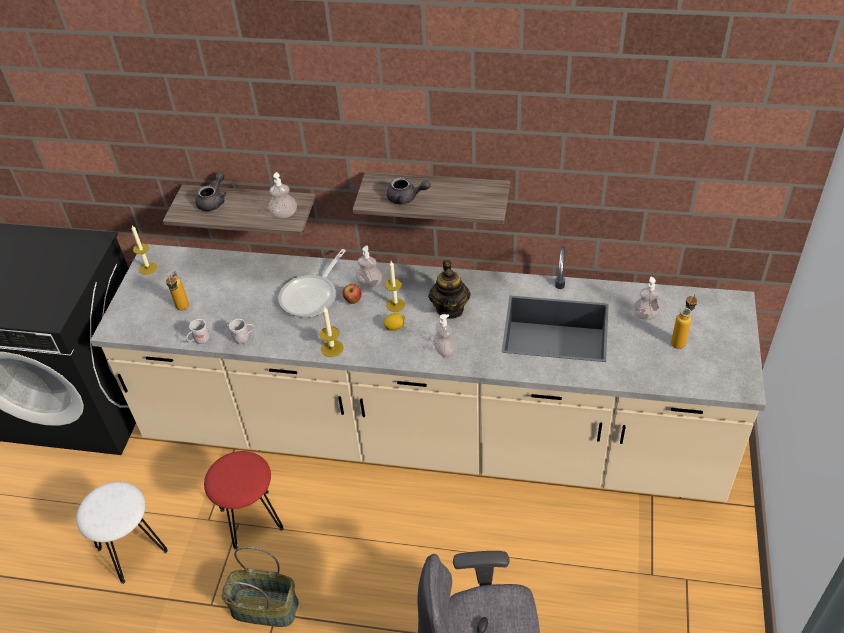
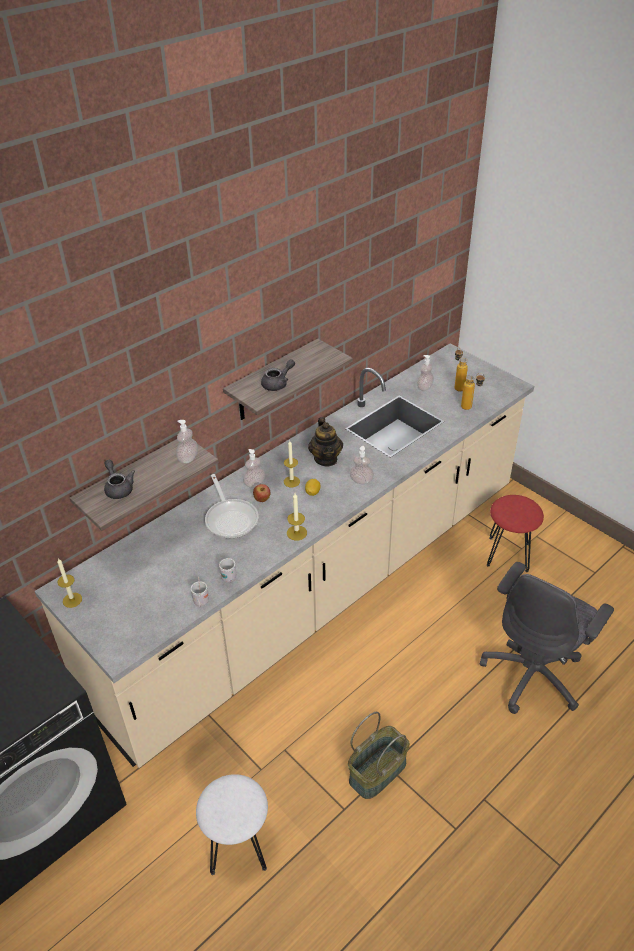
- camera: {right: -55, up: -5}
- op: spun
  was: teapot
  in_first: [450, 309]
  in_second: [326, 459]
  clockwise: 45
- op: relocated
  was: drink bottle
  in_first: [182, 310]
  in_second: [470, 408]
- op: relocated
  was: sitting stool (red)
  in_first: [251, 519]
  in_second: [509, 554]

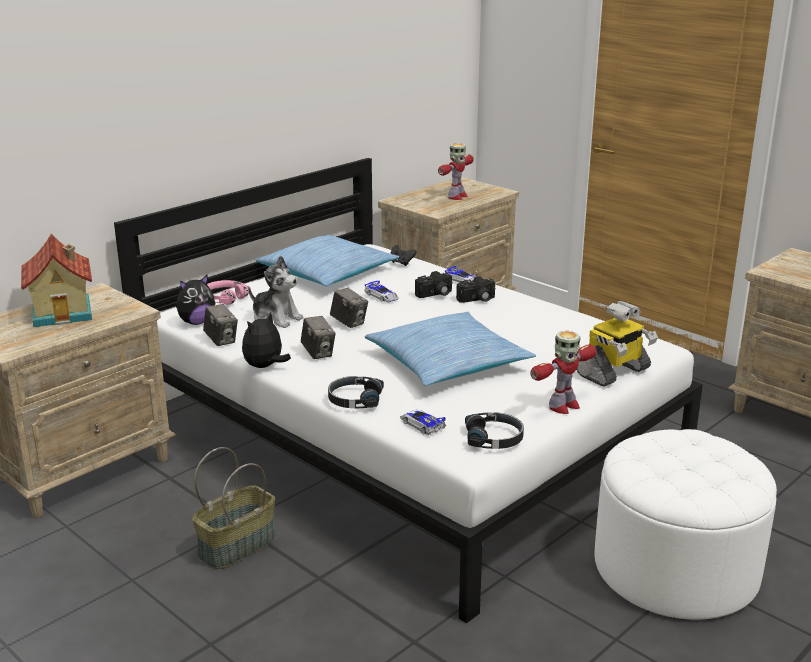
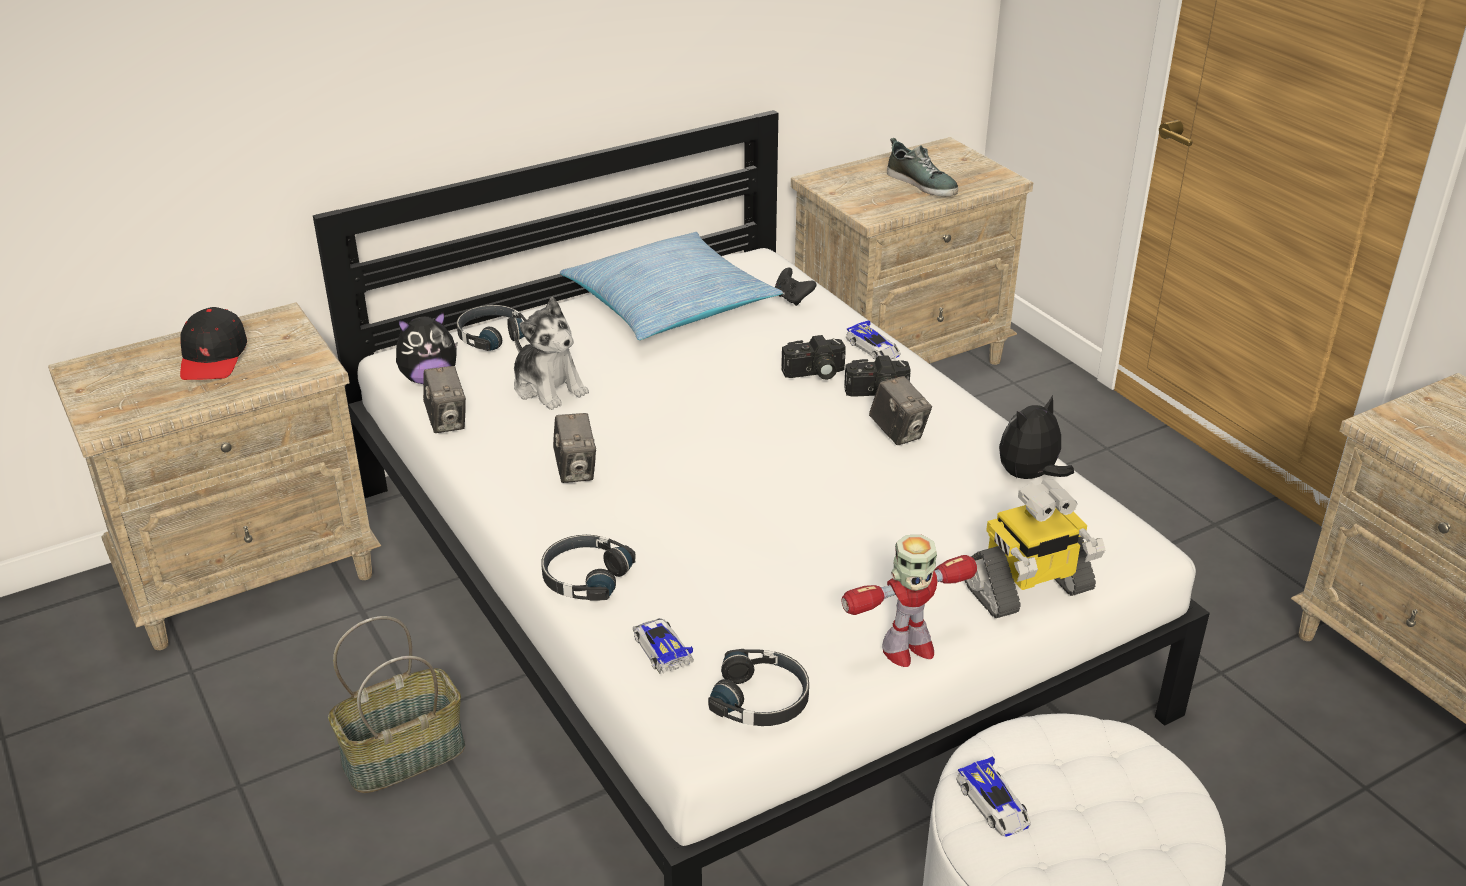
- camera: {right: 15, up: 10}
- op: exchanged
  was: toy robot
  now: shoe
  in_first: [457, 197]
  in_second: [922, 183]
- op: exchanged
  was: toy house
  now: cap (black-coloured)
  in_first: [64, 312]
  in_second: [213, 357]
- op: colour
  was: headset (pink-coloured)
  now: headset (black-coloured)
  in_first: [224, 298]
  in_second: [491, 336]
- op: relocated
  was: miniature car
  in_first: [382, 296]
  in_second: [994, 804]
- op: relocated
  was: photo camera
  in_first: [349, 323]
  in_second: [898, 433]
- op: relocated
  was: plush toy
  in_first: [265, 367]
  in_second: [1029, 476]
- op: missing
  was: cushion
  in_first: [447, 363]

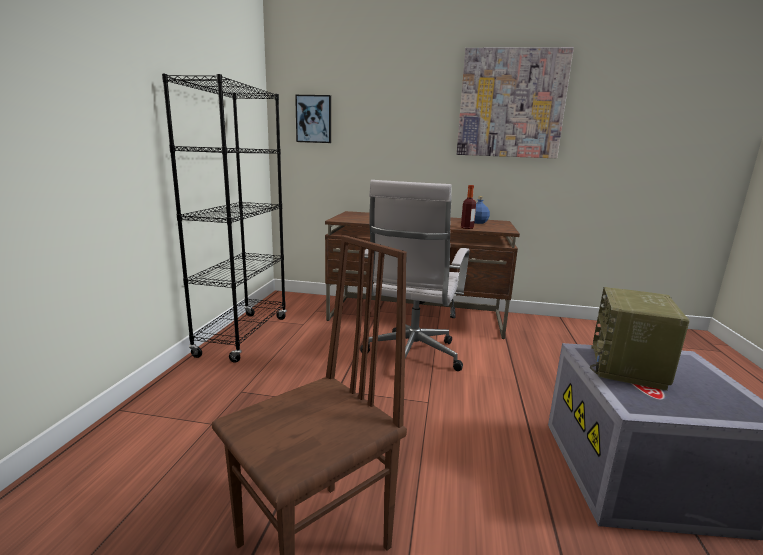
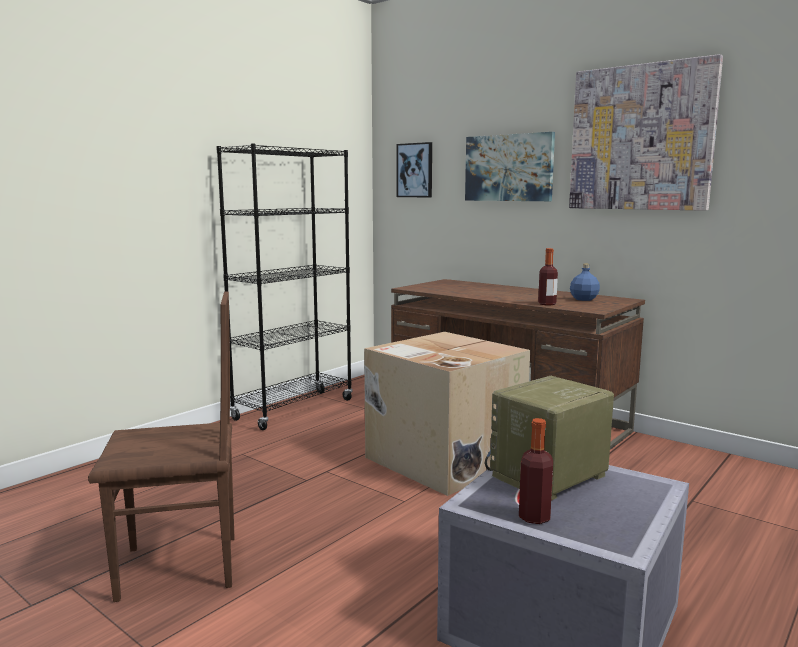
- camera: {right: 30, up: -5}
- op: exchanged
  was: office chair (white-coloured)
  now: carton
  in_first: [411, 357]
  in_second: [442, 459]
- op: appeared
  now: picture
  in_second: [509, 168]
- op: appeared
  now: drink bottle
  in_second: [534, 517]

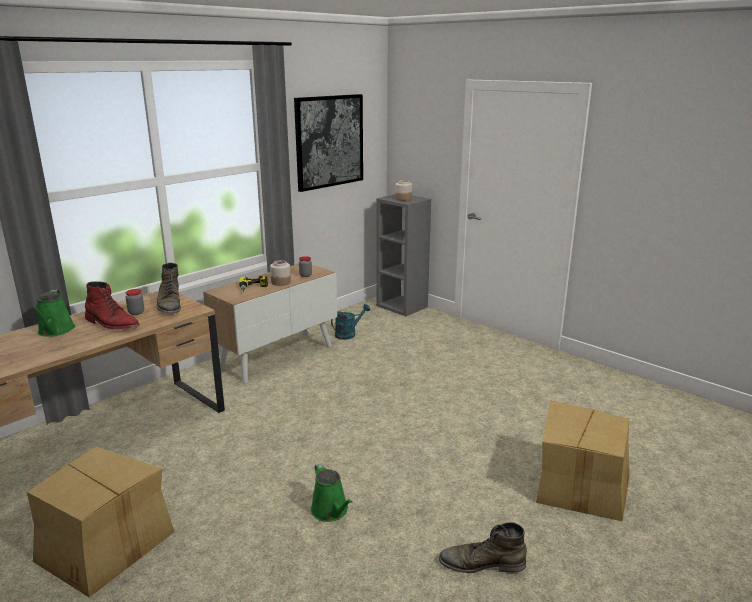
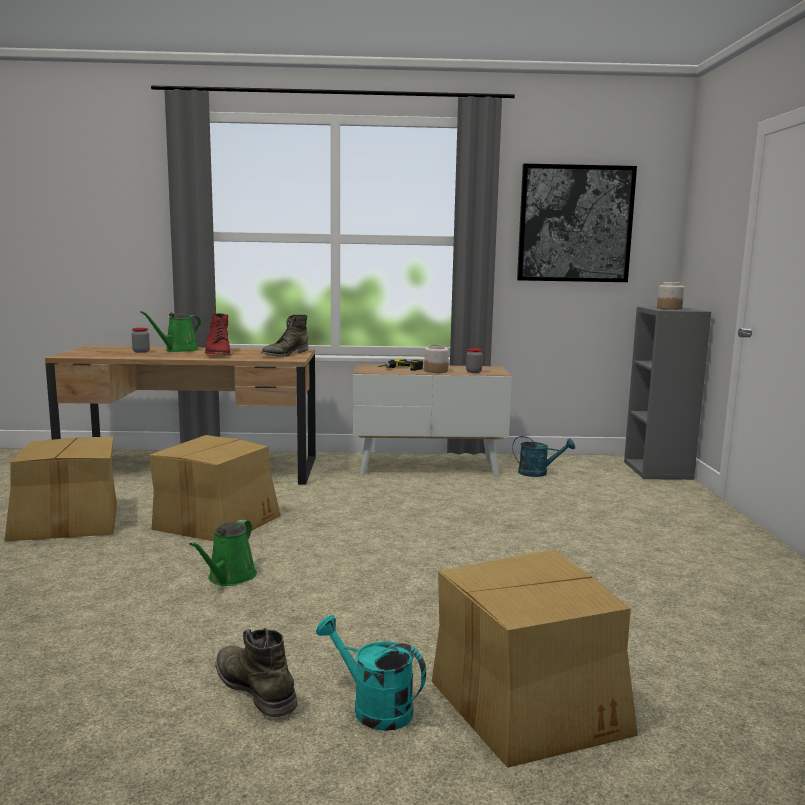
- camera: {right: 45, up: -10}
- op: relocated
  was: preserve jar
  in_first: [136, 312]
  in_second: [141, 352]
- op: appeared
  now: carton
  in_second: [217, 521]
- op: appeared
  now: sprinkling can (turquoise)
  in_second: [373, 707]

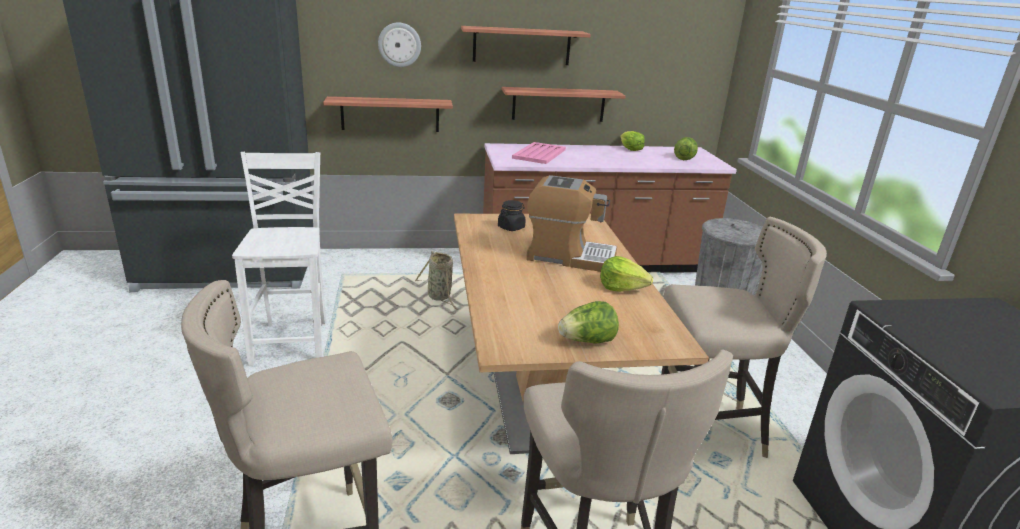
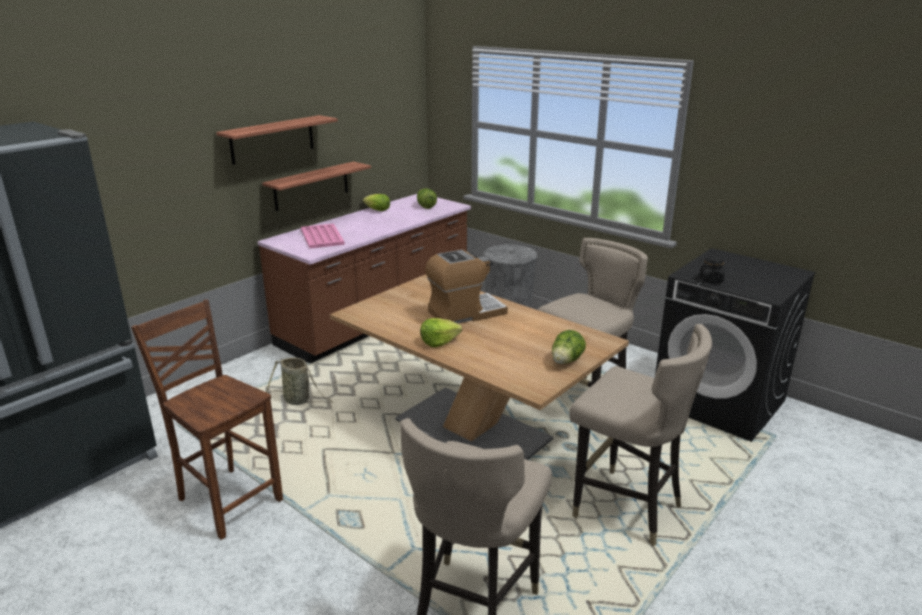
- camera: {right: -40, up: 0}
- op: missing
  was: hanging clock
  in_first: [399, 44]
- op: missing
  was: wall shelf
  in_first: [390, 114]
- op: colour
  was: chair (white-coloured)
  now: chair (brown-coloured)
  in_first: [293, 341]
  in_second: [228, 499]
- op: relocated
  was: preserve jar (black-coloured)
  in_first: [511, 227]
  in_second: [710, 280]
- op: relocated
  was: lettuce head
  in_first: [622, 287]
  in_second: [439, 342]

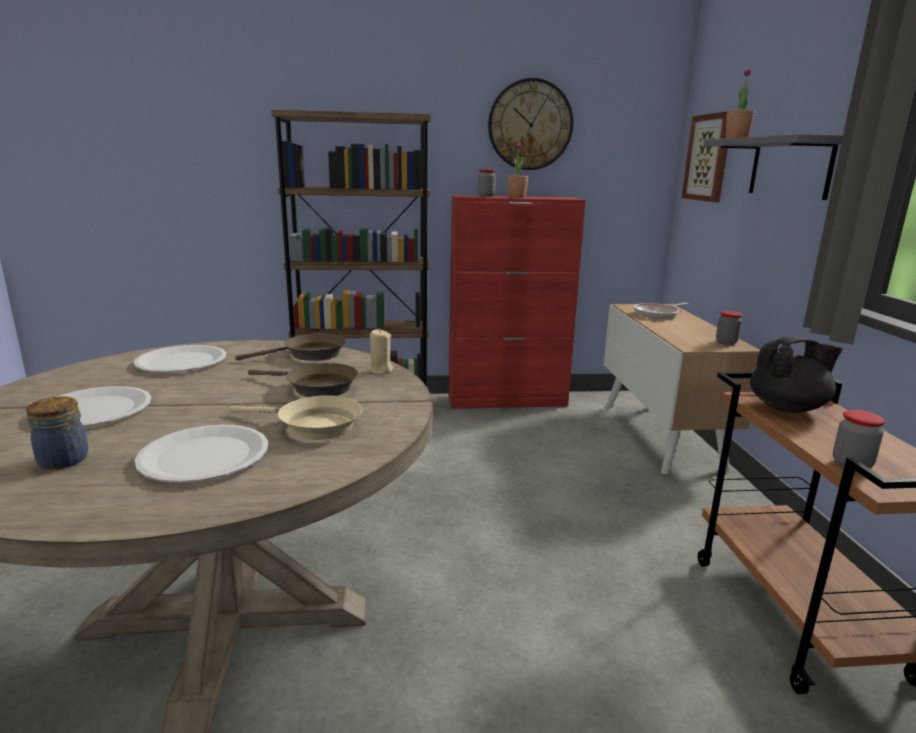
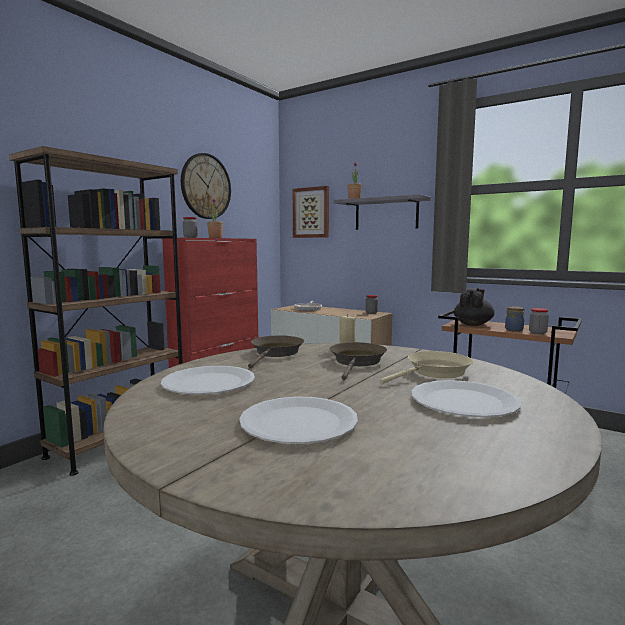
- camera: {right: -50, up: -10}
- op: spun
  was: pan (brown-coloured)
  in_first: [316, 387]
  in_second: [357, 362]
  clockwise: -45
- op: relocated
  was: preserve jar
  in_first: [65, 460]
  in_second: [514, 330]

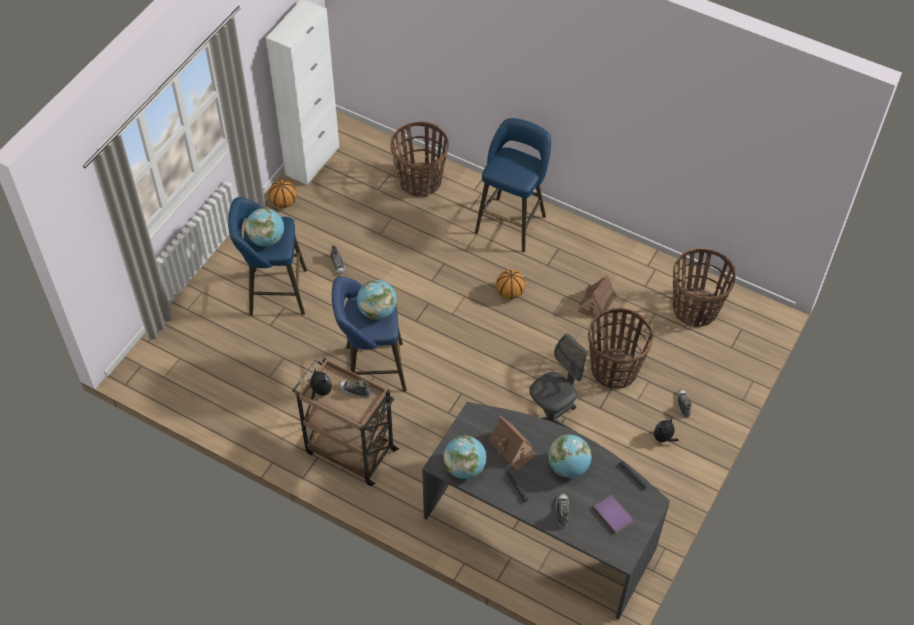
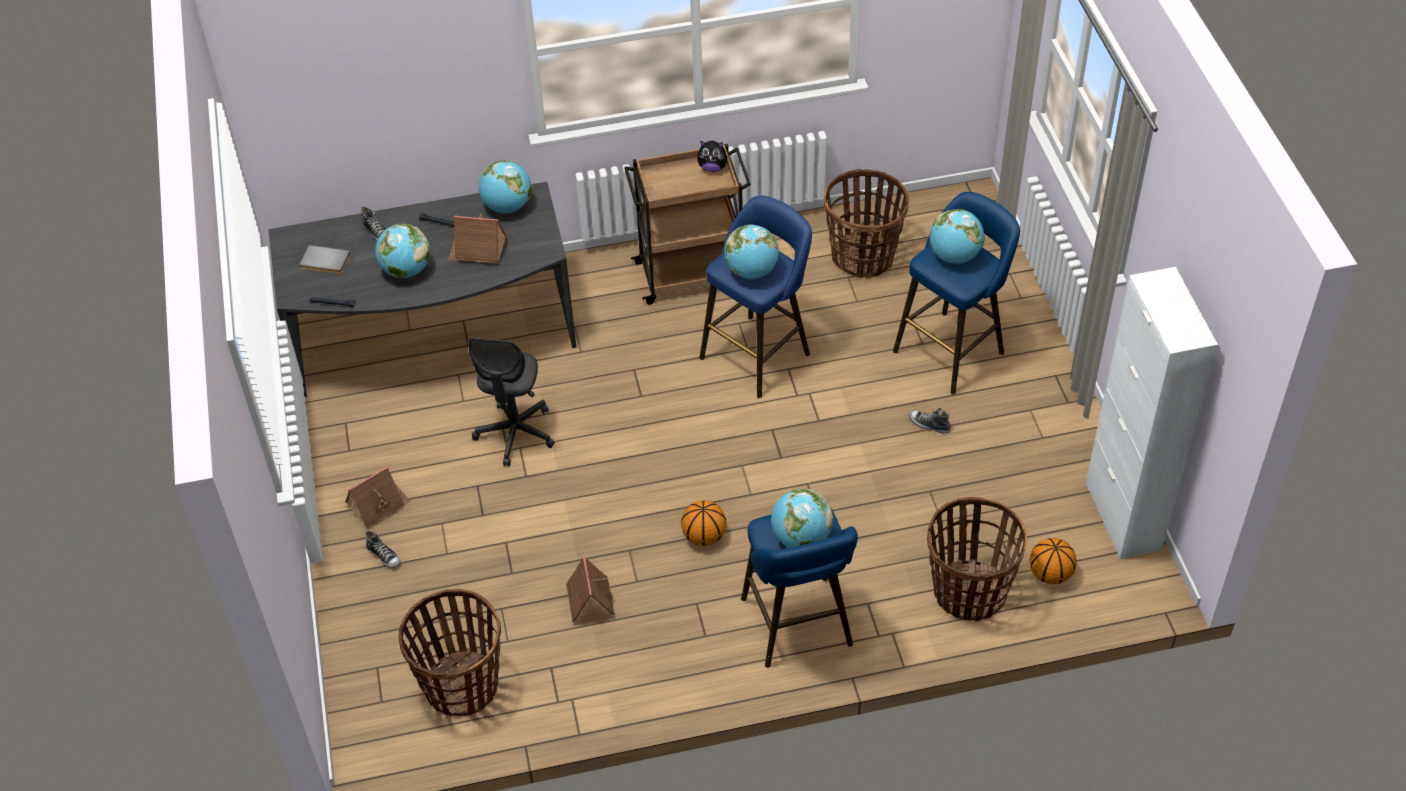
- camera: {right: 140, up: -5}
- op: relocated
  was: basketball
  in_first: [284, 203]
  in_second: [1050, 574]
- op: relocated
  was: basket
  in_first: [614, 369]
  in_second: [863, 257]
- op: missing
  was: shoe
  in_first: [354, 391]
- op: exchanged
  was: plush toy
  now: toy house
  in_first: [663, 438]
  in_second: [378, 504]
- op: colour
  was: bound book (purple-coloured)
  now: bound book (greyish)
  in_first: [613, 514]
  in_second: [324, 262]
- op: appeared
  now: globe
  in_second: [801, 538]

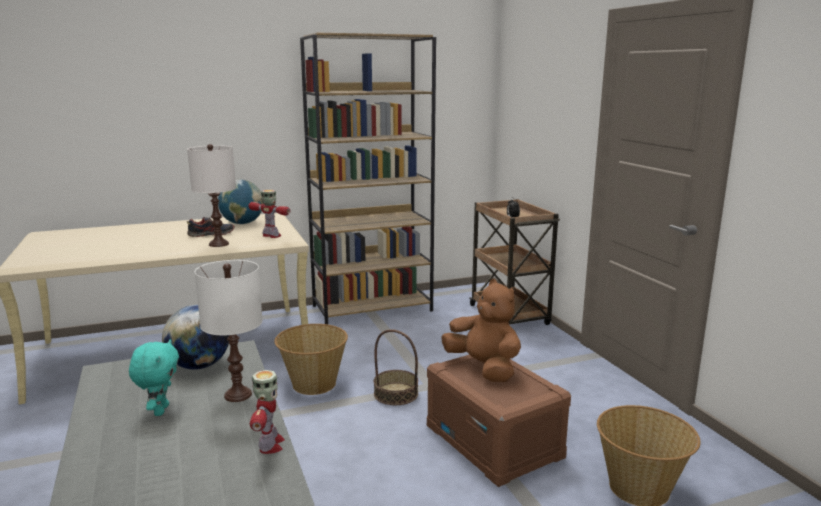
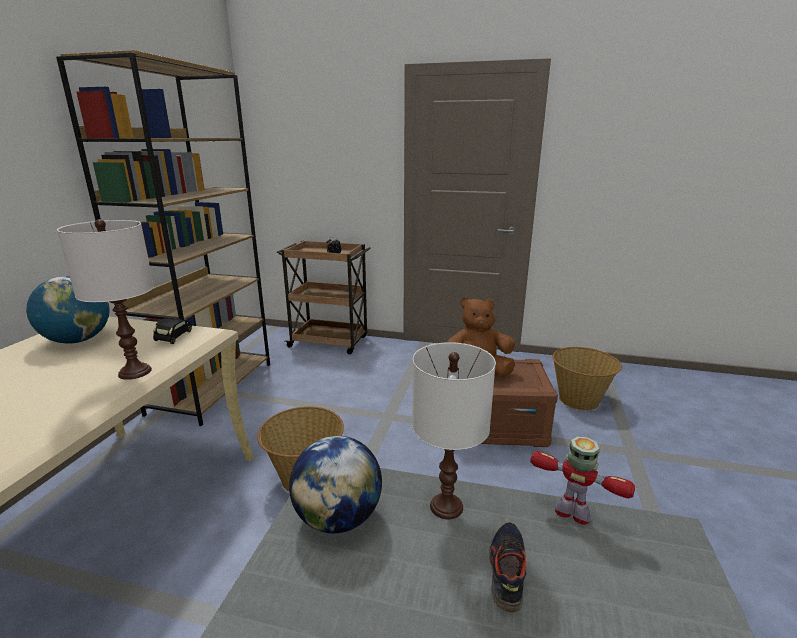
- camera: {right: -55, up: 5}
- op: exchanged
  was: toy robot
  now: miniature car (black-coloured)
  in_first: [272, 236]
  in_second: [175, 337]
- op: relocated
  was: shoe
  in_first: [211, 234]
  in_second: [506, 570]
- op: missing
  was: basket
  in_first: [396, 394]
- op: missing
  was: plush toy (turquoise)
  in_first: [160, 410]

